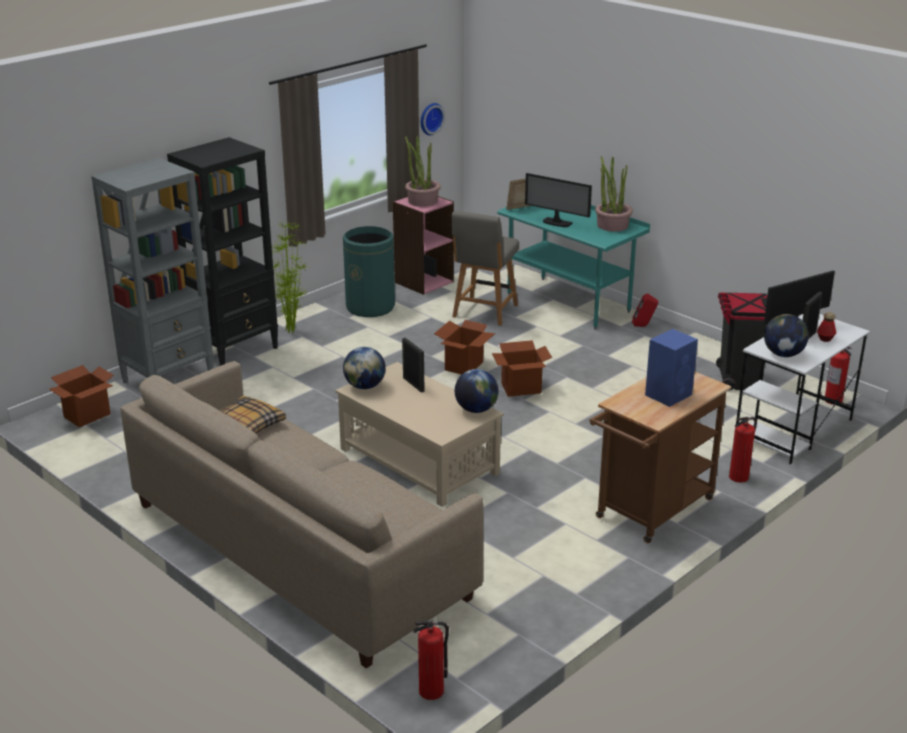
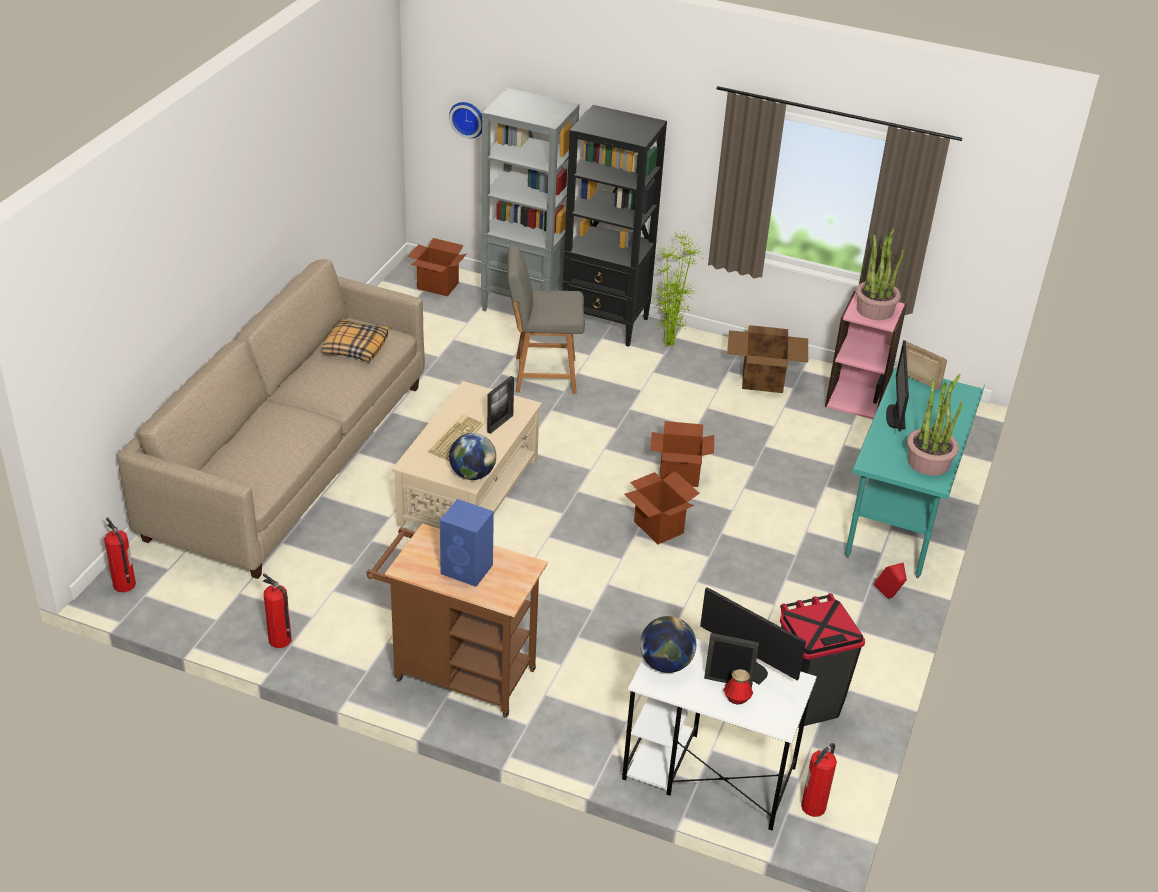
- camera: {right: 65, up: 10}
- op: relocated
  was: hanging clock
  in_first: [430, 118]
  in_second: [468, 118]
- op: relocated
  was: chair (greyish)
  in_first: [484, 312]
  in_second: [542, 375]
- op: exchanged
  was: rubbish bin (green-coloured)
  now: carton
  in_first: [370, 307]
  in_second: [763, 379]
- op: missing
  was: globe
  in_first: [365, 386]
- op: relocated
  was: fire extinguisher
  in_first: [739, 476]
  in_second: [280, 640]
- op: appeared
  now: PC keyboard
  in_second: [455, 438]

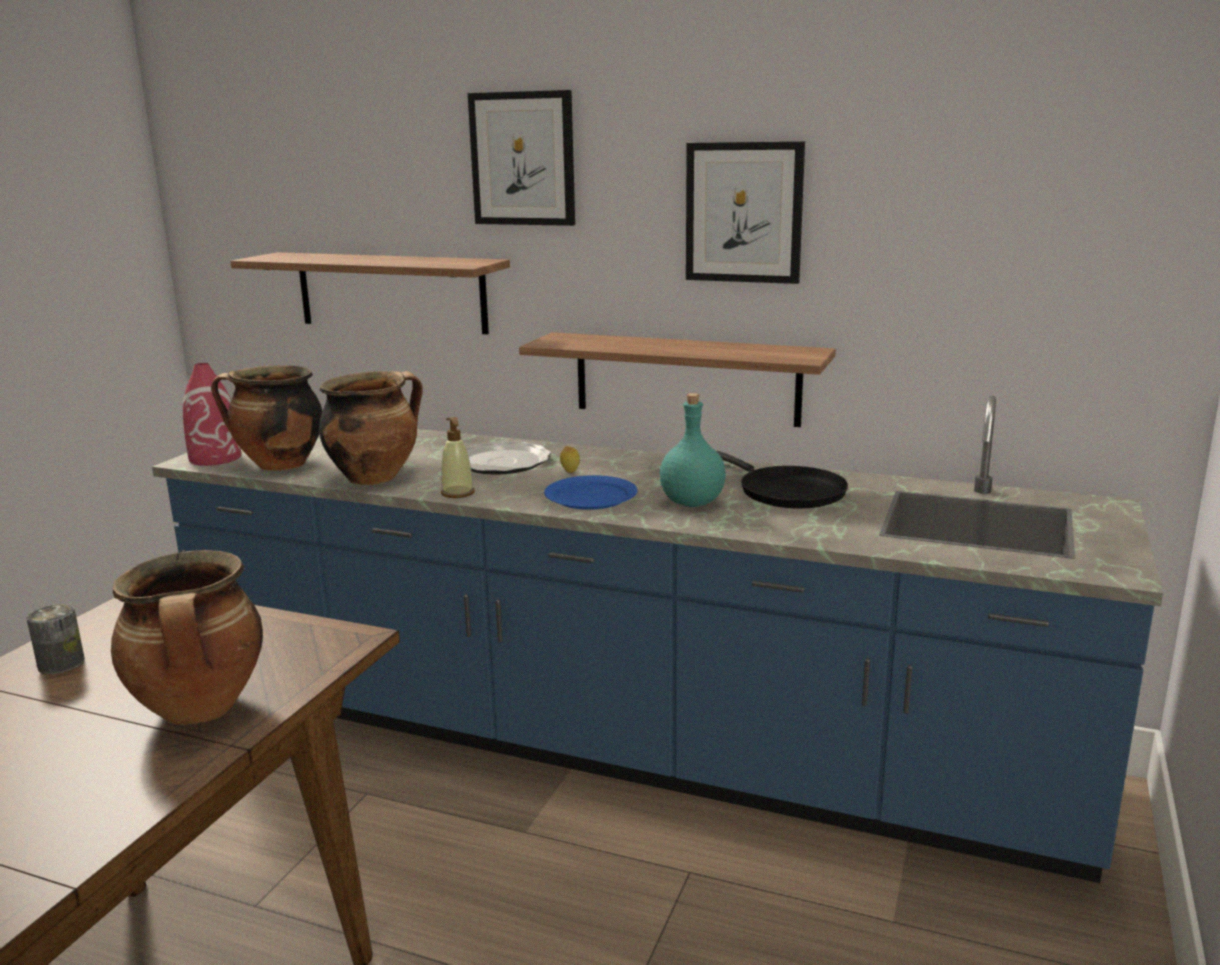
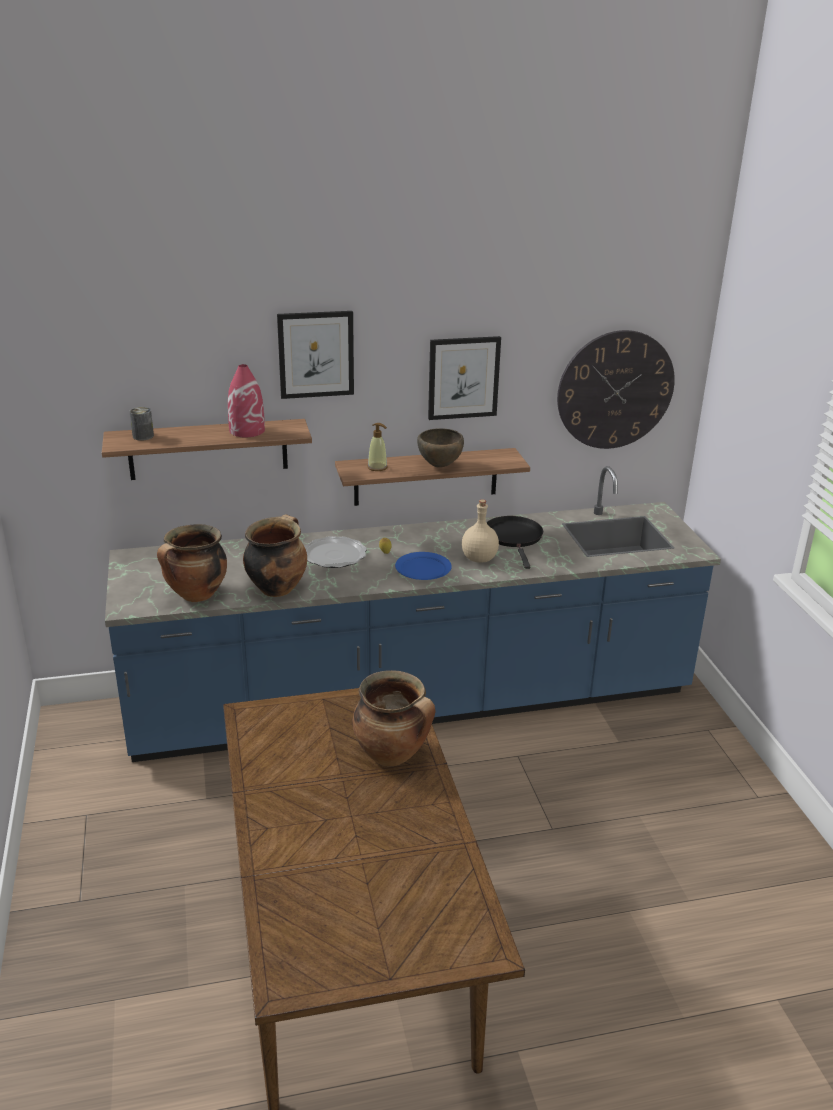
- camera: {right: -35, up: 10}
- op: relocated
  was: decorative vase (red)
  in_first: [216, 458]
  in_second: [247, 430]
- op: colour
  was: drink bottle (turquoise)
  now: drink bottle (beige-coloured)
  in_first: [691, 503]
  in_second: [479, 559]
- op: relocated
  was: soap dispenser
  in_first: [458, 493]
  in_second: [377, 467]
- op: spun
  was: pan (black-coloured)
  in_first: [787, 492]
  in_second: [514, 538]
  clockwise: -120
- op: relocated
  was: sealed can
  in_first: [61, 663]
  in_second: [143, 436]
- op: appeared
  now: hanging clock
  in_second: [615, 390]
- op: appeared
  now: serving bowl (brown-coloured)
  in_second: [440, 466]

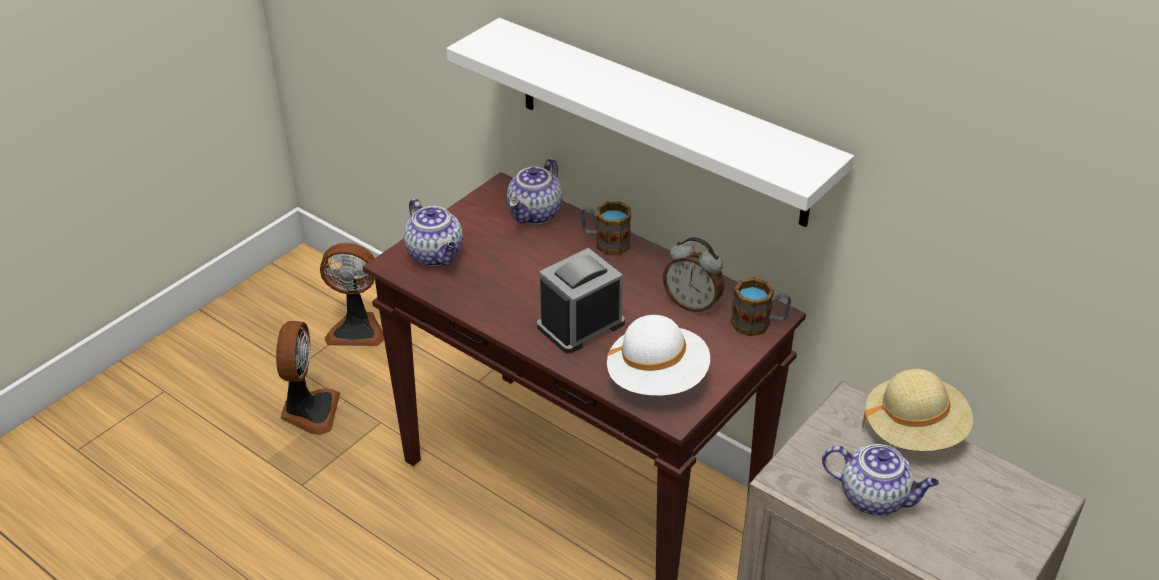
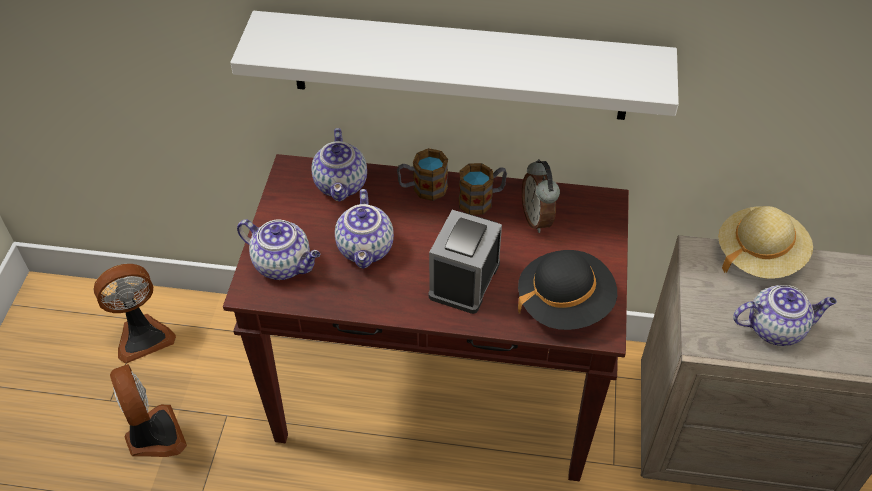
- camera: {right: -30, up: 10}
- op: spun
  was: bedside clock
  in_first: [692, 304]
  in_second: [538, 219]
  clockwise: 75
- op: relocated
  was: tea mug
  in_first: [759, 323]
  in_second: [482, 200]
- op: colour
  was: hat (white-coloured)
  now: hat (black-coloured)
  in_first: [657, 378]
  in_second: [564, 303]
- op: appeared
  now: teapot
  in_second: [367, 249]

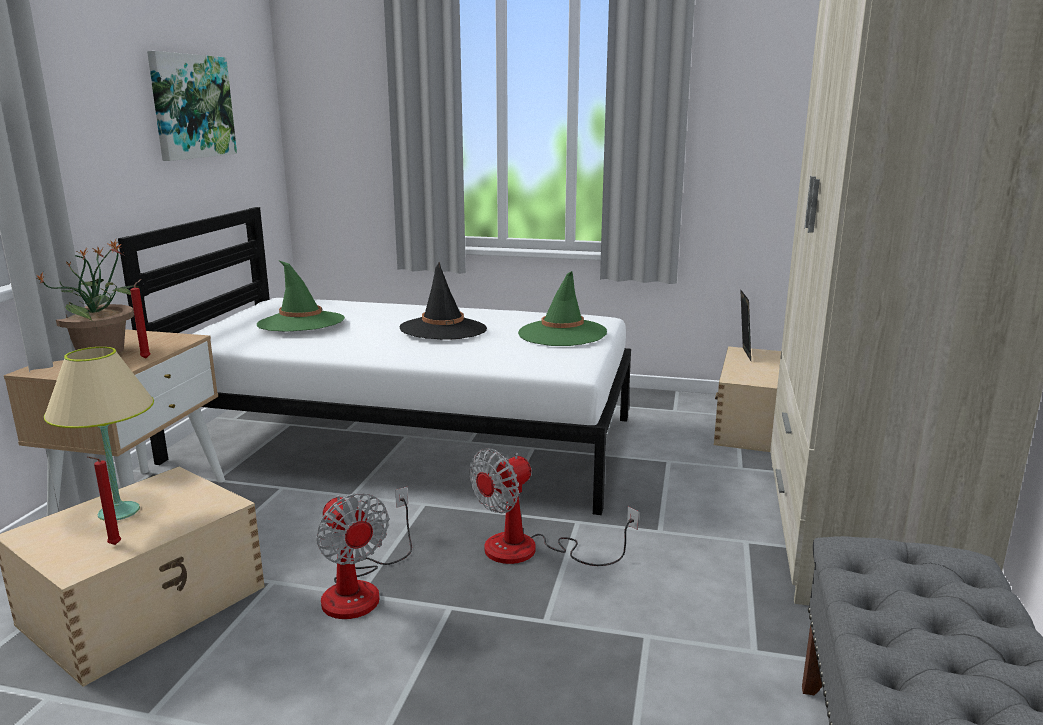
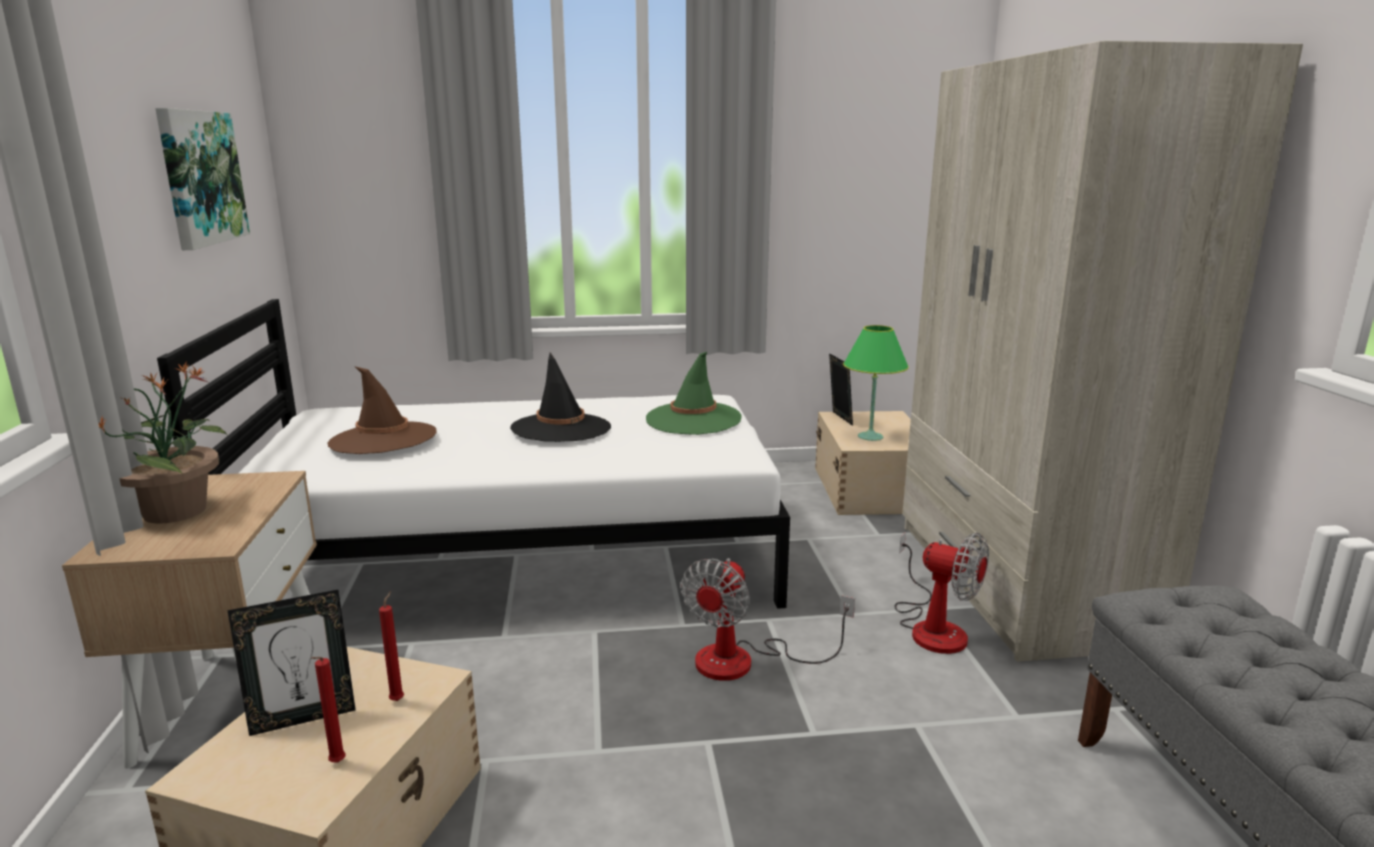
- camera: {right: -20, up: 0}
- op: colour
  was: hat (green-coloured)
  now: hat (brown-coloured)
  in_first: [301, 322]
  in_second: [383, 439]
- op: relocated
  was: wax light (red)
  in_first: [147, 358]
  in_second: [398, 699]
- op: exchanged
  was: lamp for a table (beige-coloured)
  now: photo frame
  in_first: [119, 511]
  in_second: [303, 718]
- op: relocated
  was: fan
  in_first: [361, 588]
  in_second: [932, 626]
- op: appeared
  now: lamp for a table (green-coloured)
  in_second: [870, 436]

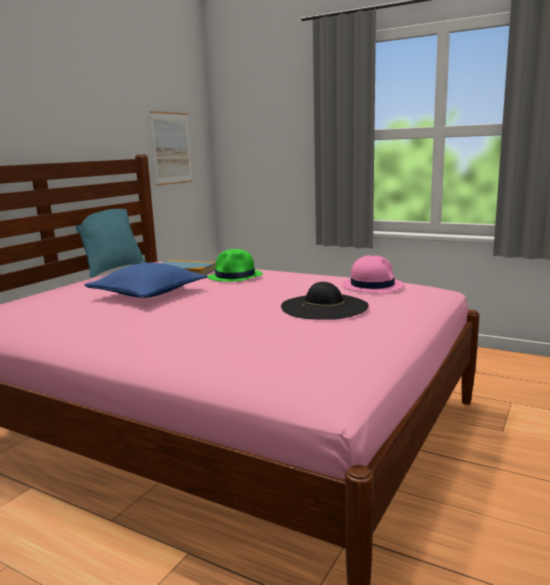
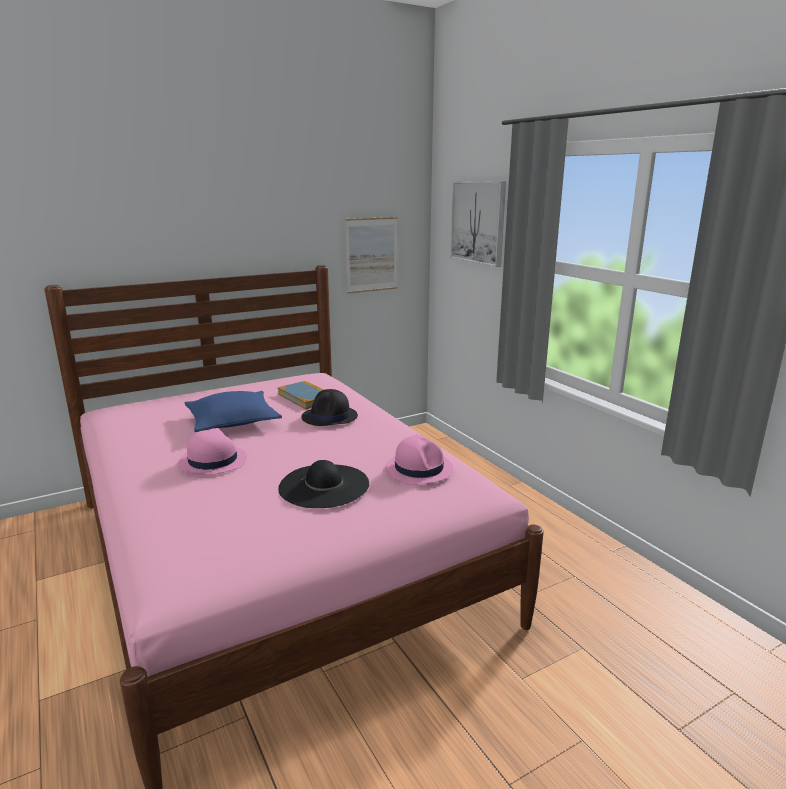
- camera: {right: 30, up: 5}
- op: missing
  was: cushion (turquoise)
  in_first: [113, 269]
- op: colour
  was: hat (green-coloured)
  now: hat (black-coloured)
  in_first: [235, 276]
  in_second: [330, 417]
- op: appeared
  now: picture
  in_second: [478, 222]
- op: appeared
  now: hat (pink-coloured)
  in_second: [212, 461]

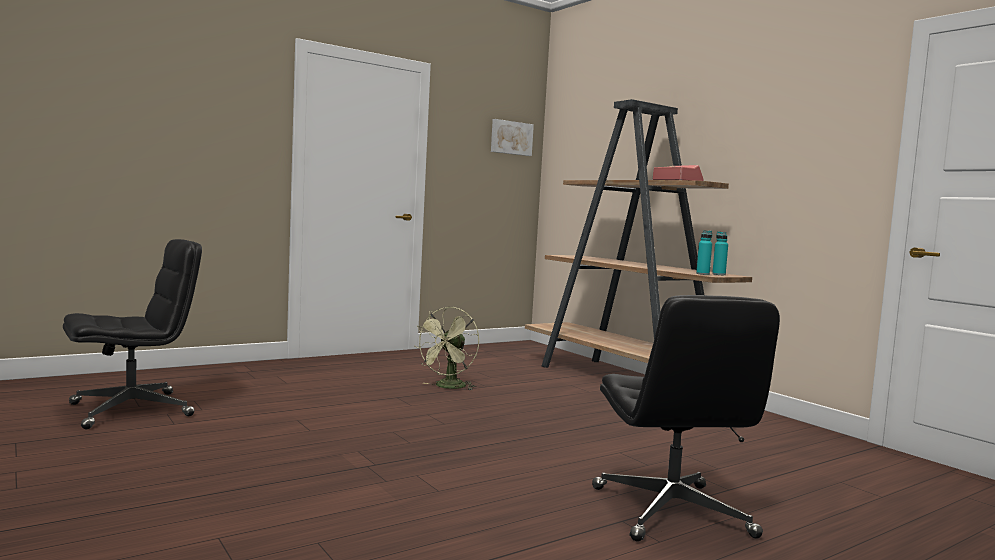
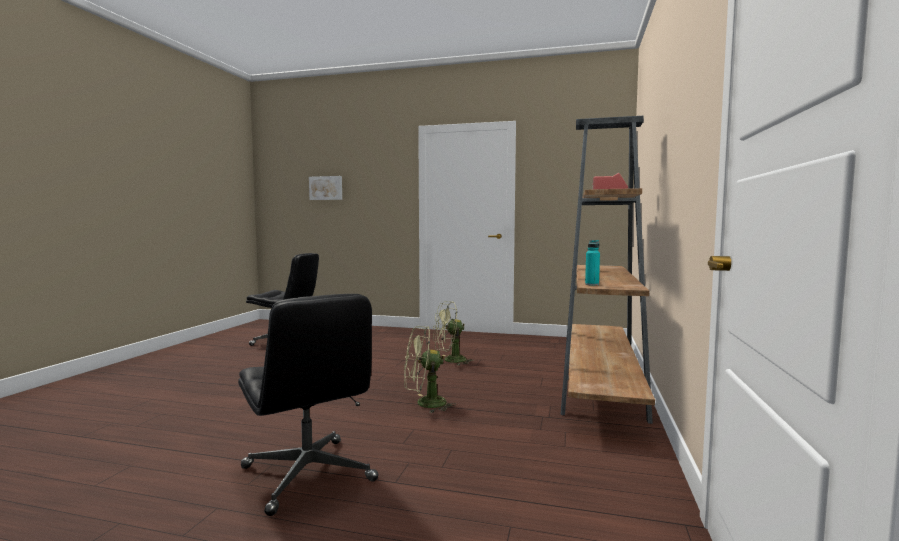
- camera: {right: 50, up: 0}
- op: relocated
  was: picture
  in_first: [511, 138]
  in_second: [326, 188]
- op: missing
  was: drink bottle (turquoise)
  in_first: [718, 274]
- op: spun
  was: office chair (black-coloured)
  in_first: [672, 513]
  in_second: [309, 475]
  clockwise: -75
- op: appeared
  now: fan (green-coloured)
  in_second: [424, 404]

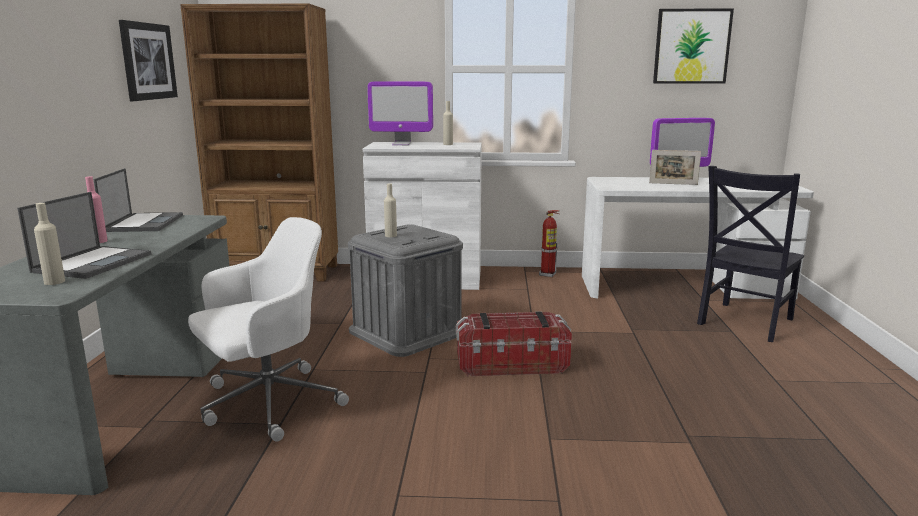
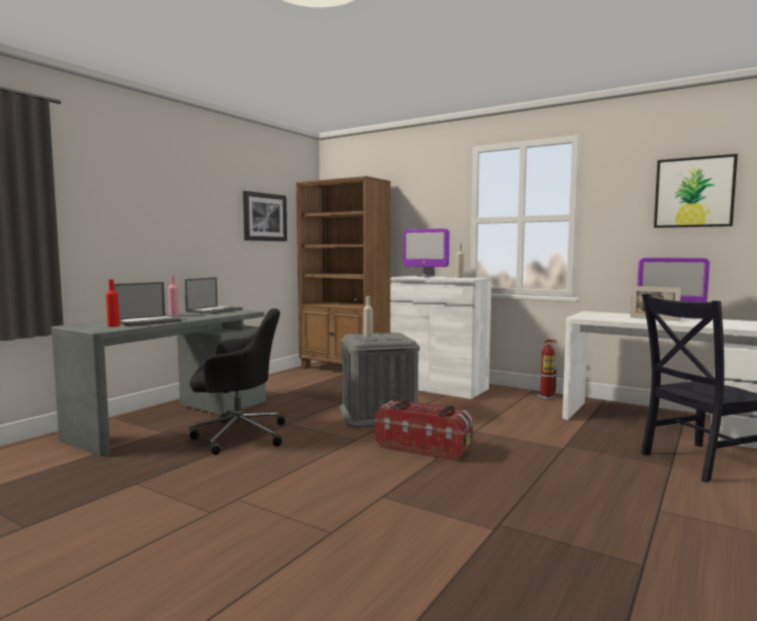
- camera: {right: 30, up: -10}
- op: colour
  was: drink bottle (beige-coloured)
  now: drink bottle (red)
  in_first: [54, 282]
  in_second: [113, 326]
- op: colour
  was: office chair (white-coloured)
  now: office chair (black-coloured)
  in_first: [267, 403]
  in_second: [237, 435]

